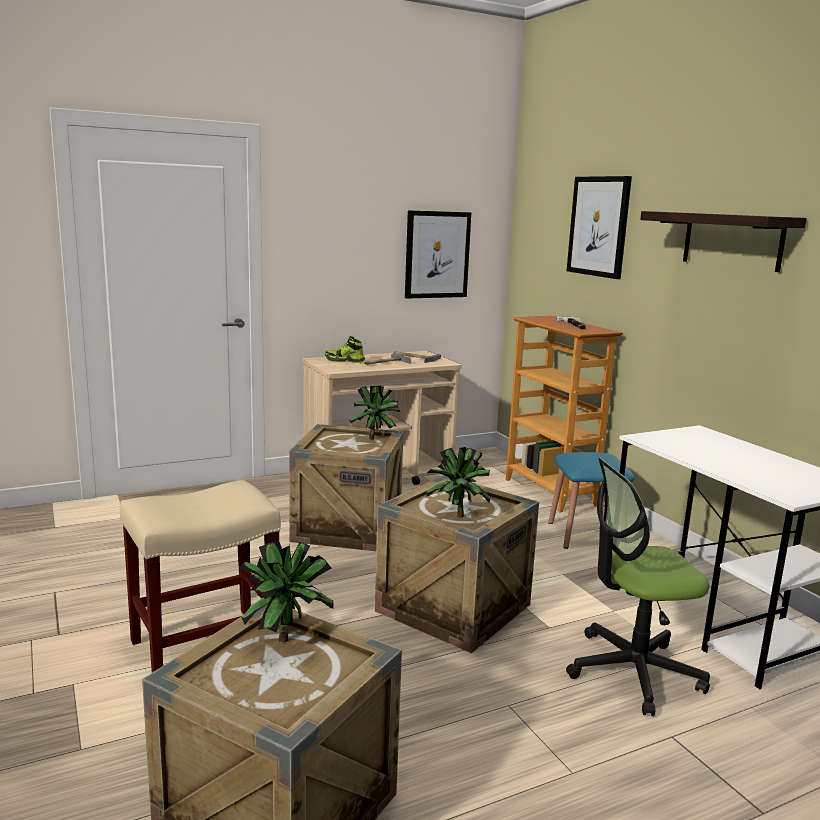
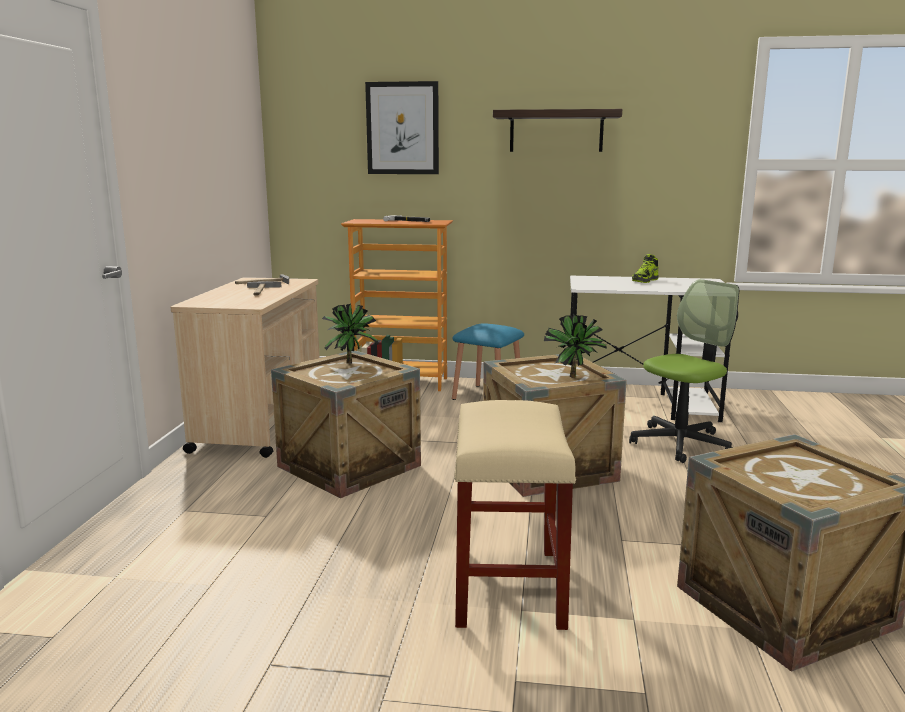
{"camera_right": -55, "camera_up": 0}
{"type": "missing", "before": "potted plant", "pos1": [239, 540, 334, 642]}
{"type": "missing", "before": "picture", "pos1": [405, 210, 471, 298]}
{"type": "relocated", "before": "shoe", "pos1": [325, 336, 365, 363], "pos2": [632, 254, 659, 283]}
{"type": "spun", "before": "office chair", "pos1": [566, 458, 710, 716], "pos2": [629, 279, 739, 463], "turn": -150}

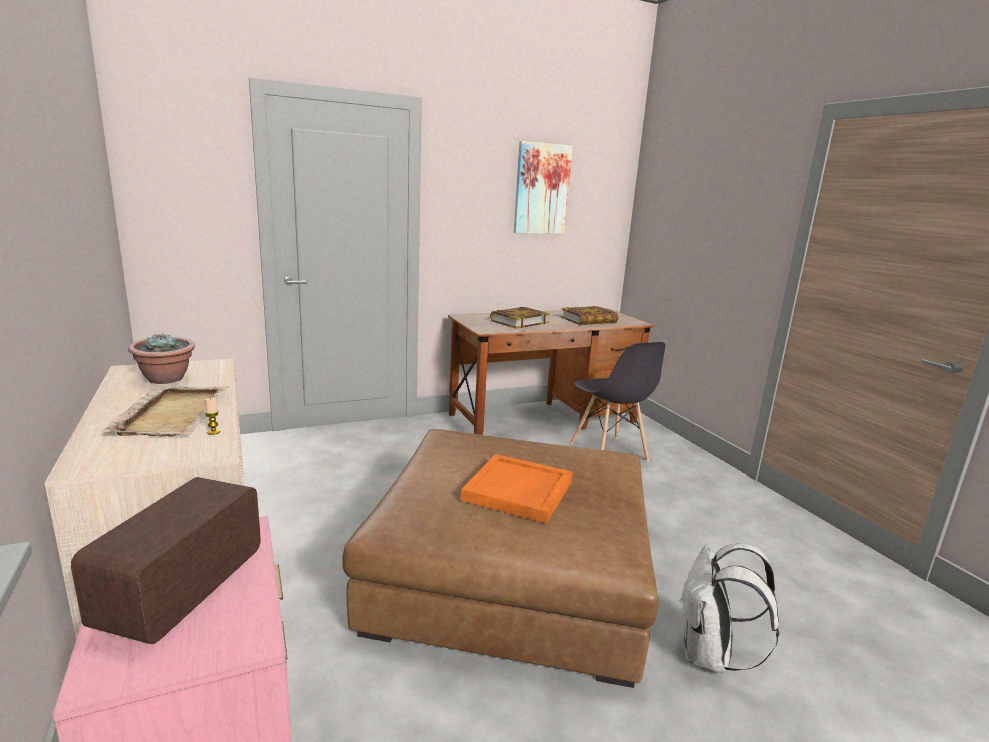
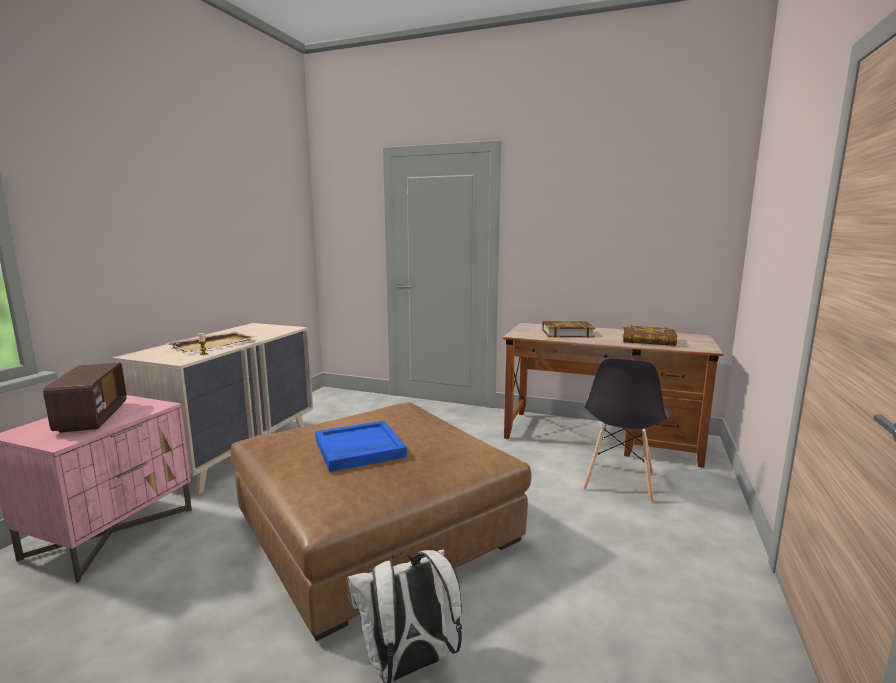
{"camera_right": 45, "camera_up": -5}
{"type": "missing", "before": "potted plant", "pos1": [128, 333, 195, 384]}
{"type": "missing", "before": "picture", "pos1": [514, 141, 573, 234]}
{"type": "colour", "before": "tray (orange)", "after": "tray (blue)", "pos1": [461, 454, 573, 523], "pos2": [315, 421, 407, 472]}
{"type": "spun", "before": "radio", "pos1": [71, 477, 261, 644], "pos2": [43, 363, 127, 433], "turn": 105}

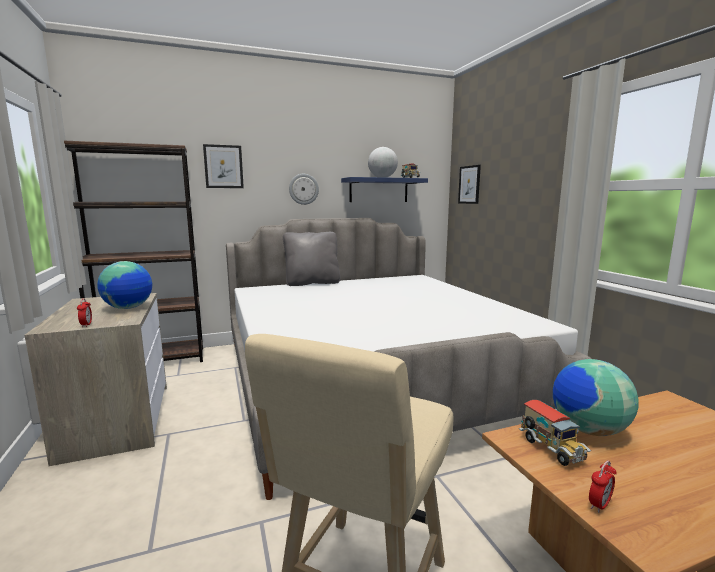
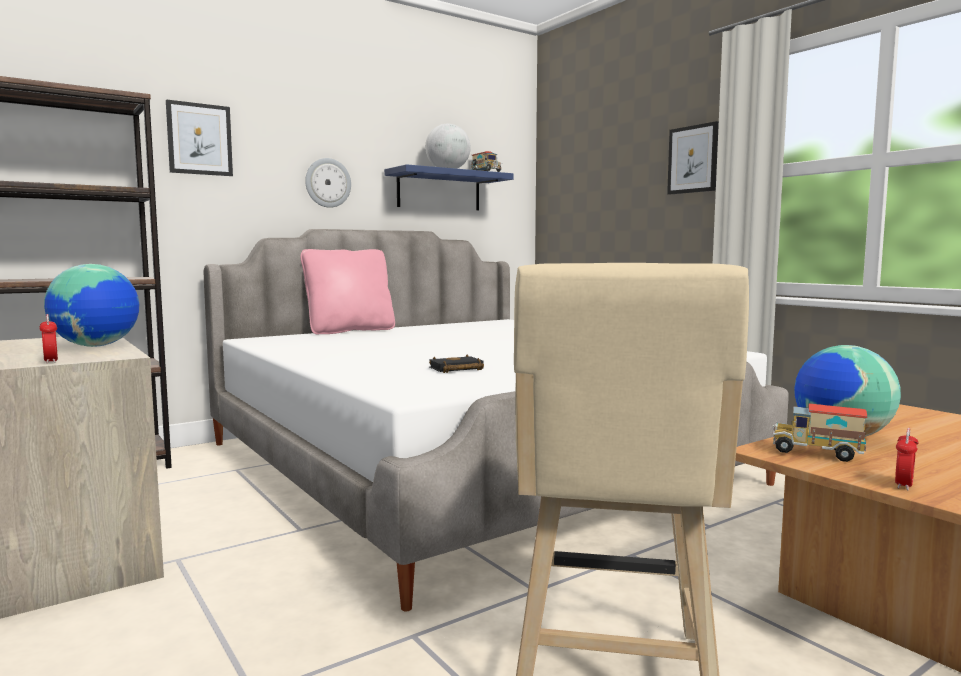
{"camera_right": -15, "camera_up": -5}
{"type": "appeared", "after": "book (black)", "pos2": [429, 354, 484, 373]}
{"type": "relocated", "before": "picture", "pos1": [458, 165, 481, 204], "pos2": [667, 121, 719, 195]}
{"type": "colour", "before": "pillow (grey)", "after": "pillow (pink)", "pos1": [283, 232, 340, 286], "pos2": [300, 249, 395, 335]}
{"type": "spun", "before": "toy truck", "pos1": [519, 400, 591, 466], "pos2": [773, 404, 867, 462], "turn": 150}

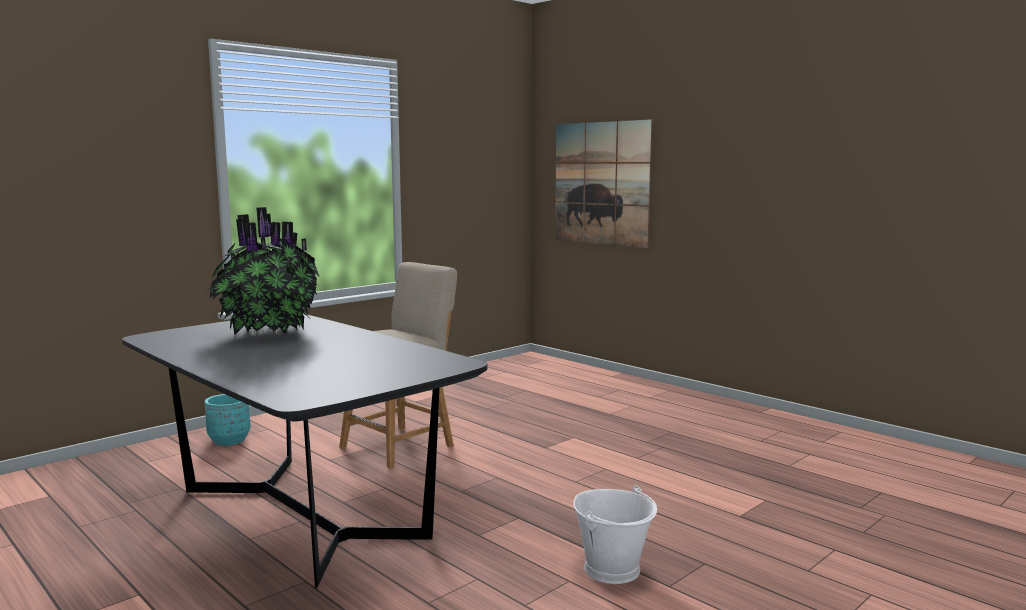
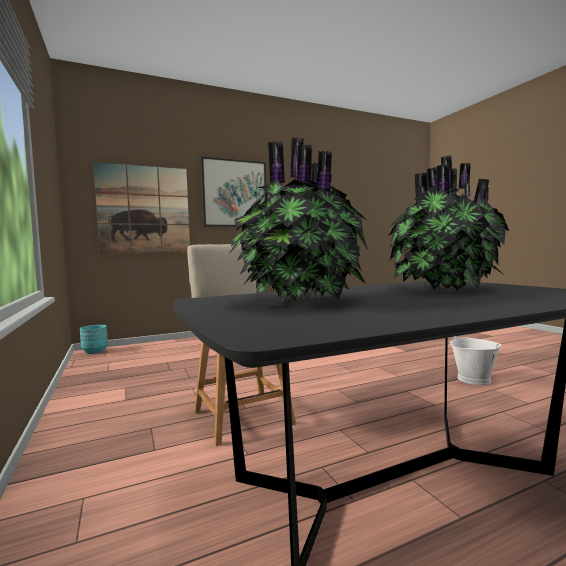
{"camera_right": -70, "camera_up": -5}
{"type": "appeared", "after": "picture", "pos2": [201, 157, 266, 227]}
{"type": "appeared", "after": "potted plant", "pos2": [388, 155, 509, 292]}
{"type": "relocated", "before": "planter (turquoise)", "pos1": [205, 394, 251, 446], "pos2": [80, 325, 108, 354]}

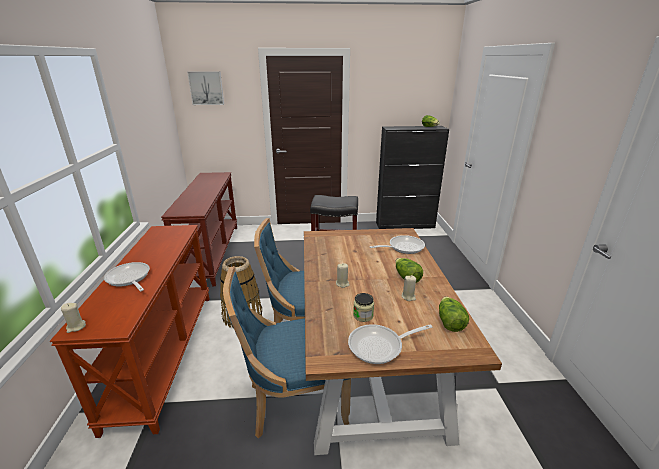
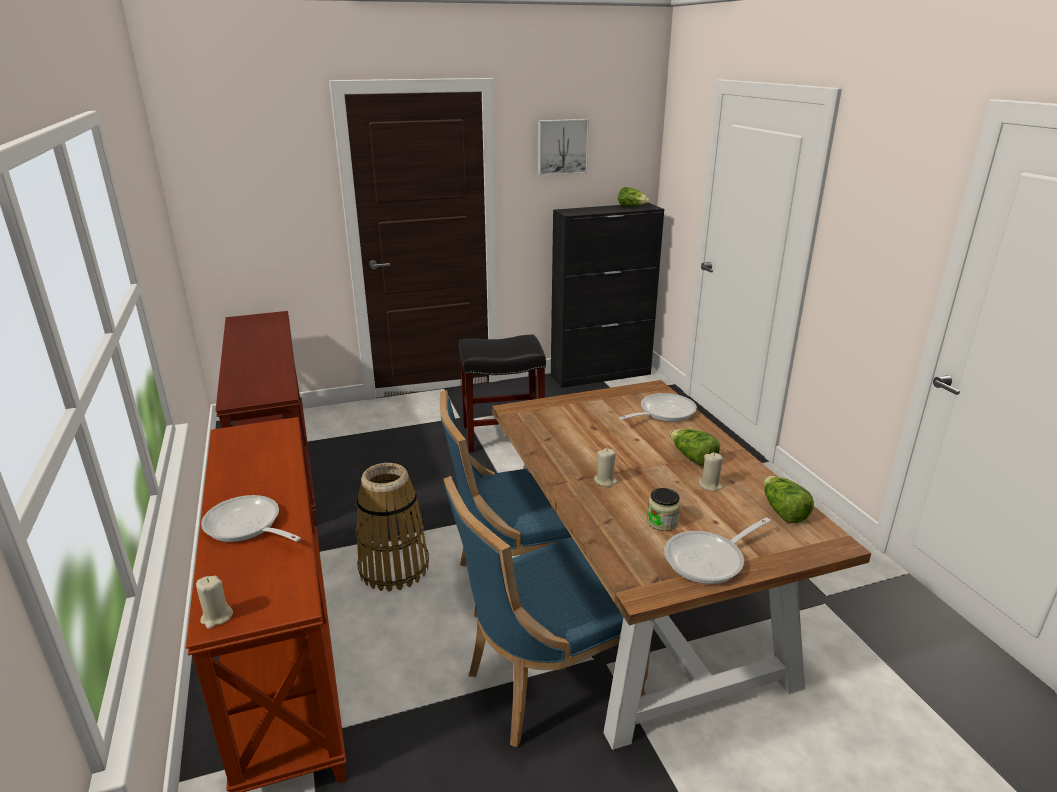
{"camera_right": -15, "camera_up": 0}
{"type": "relocated", "before": "picture", "pos1": [187, 71, 224, 105], "pos2": [538, 119, 589, 176]}

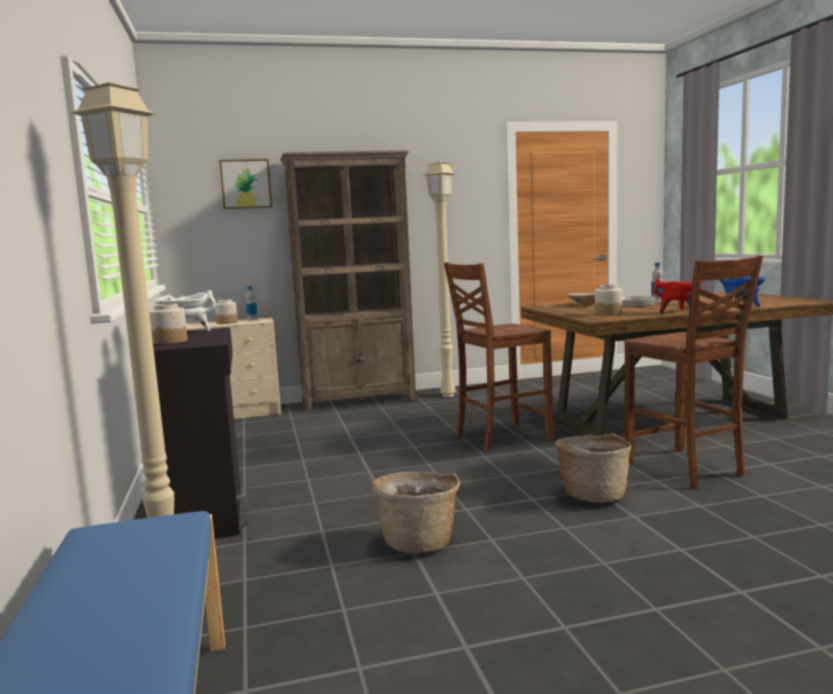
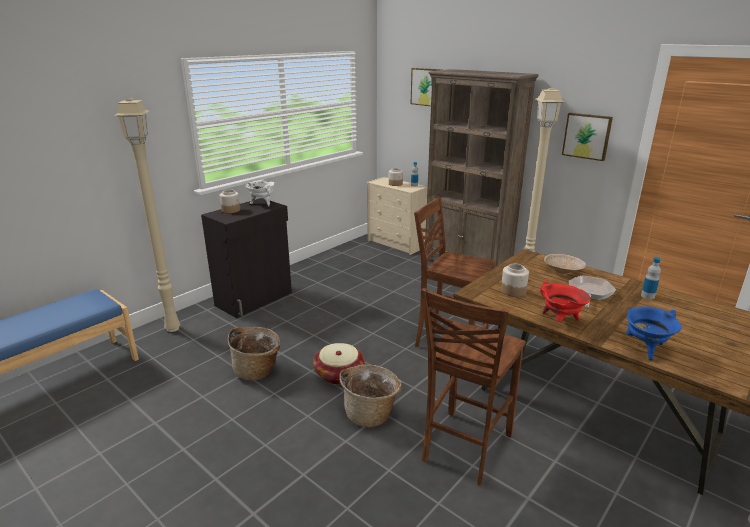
{"camera_right": 55, "camera_up": 15}
{"type": "appeared", "after": "basket", "pos2": [313, 343, 365, 385]}
{"type": "appeared", "after": "picture", "pos2": [562, 113, 613, 161]}

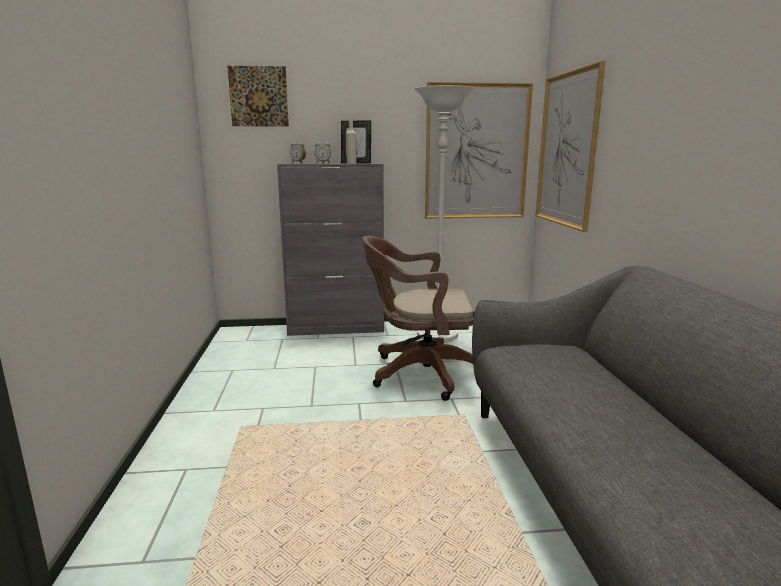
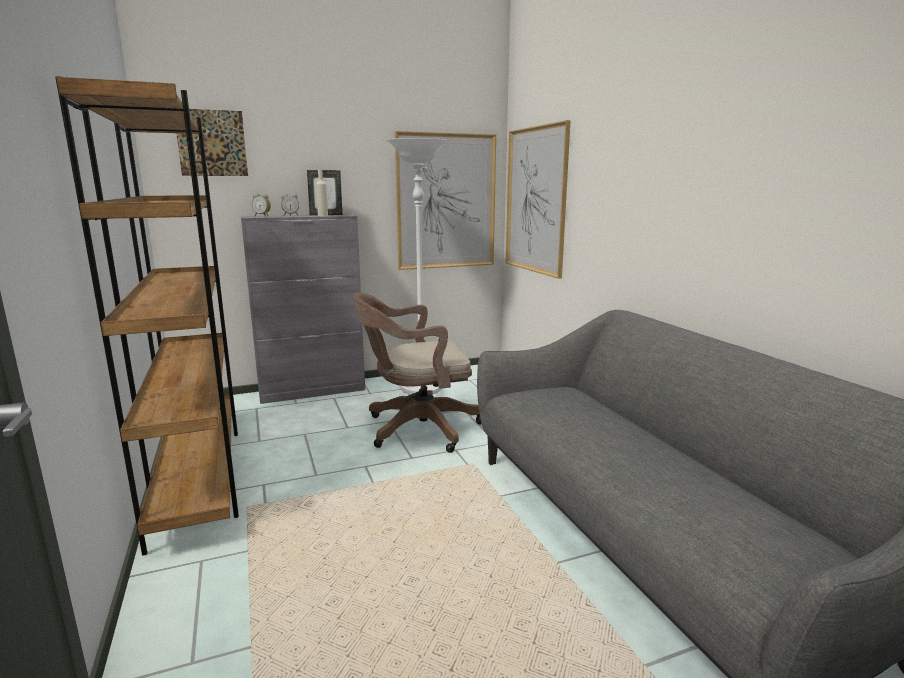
{"camera_right": -15, "camera_up": 0}
{"type": "appeared", "after": "bookcase (brown)", "pos2": [55, 76, 239, 556]}

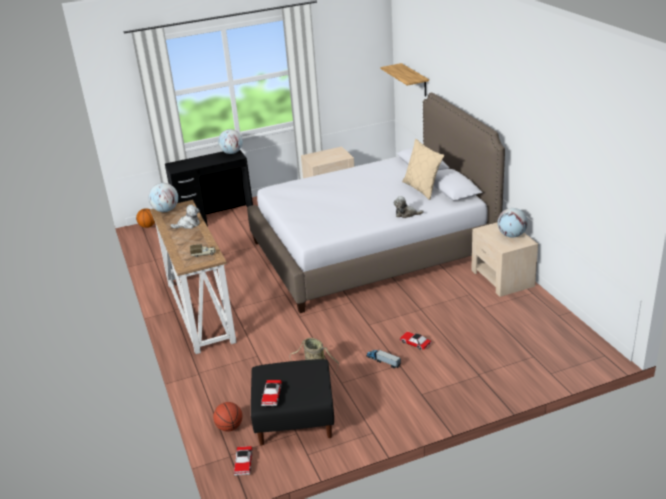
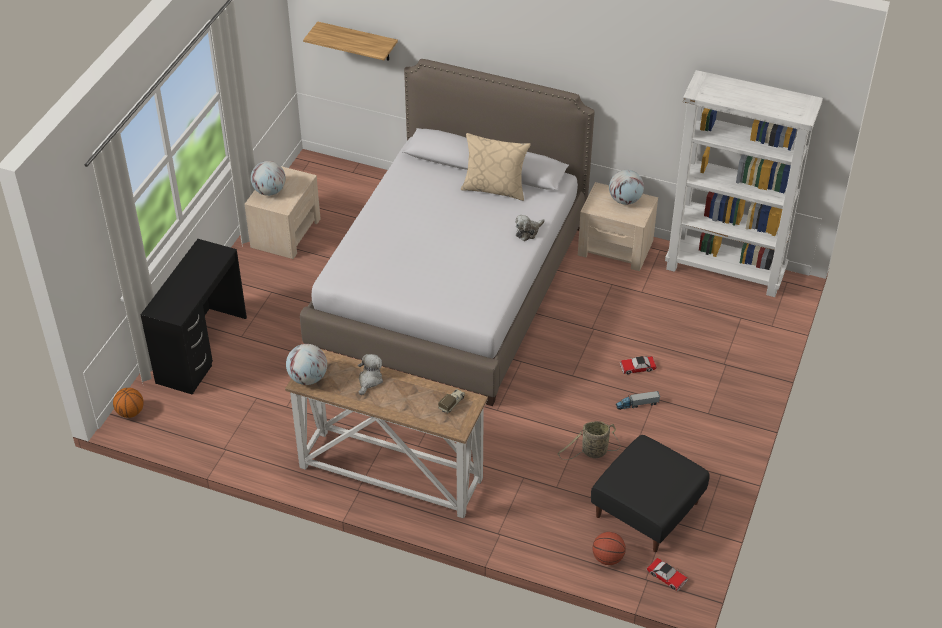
{"camera_right": -50, "camera_up": 15}
{"type": "missing", "before": "toy car", "pos1": [261, 380, 282, 406]}
{"type": "appeared", "after": "bookcase (white)", "pos2": [665, 70, 823, 297]}
{"type": "relocated", "before": "globe", "pos1": [218, 129, 243, 154], "pos2": [251, 161, 286, 196]}

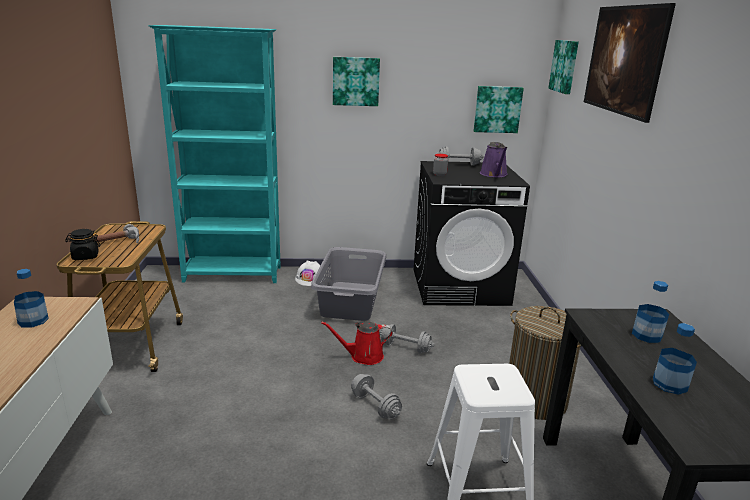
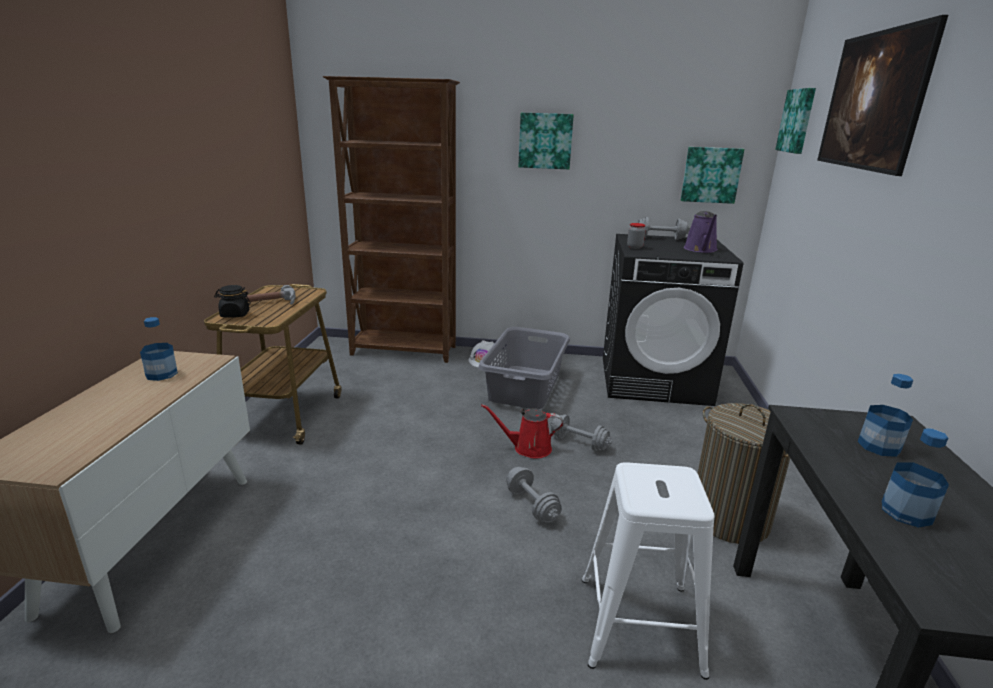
{"camera_right": 10, "camera_up": 0}
{"type": "colour", "before": "bookcase (turquoise)", "after": "bookcase (brown)", "pos1": [148, 25, 281, 283], "pos2": [323, 76, 460, 363]}

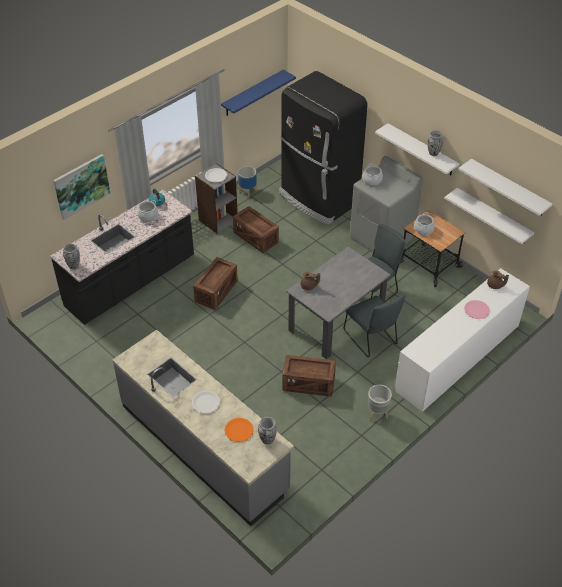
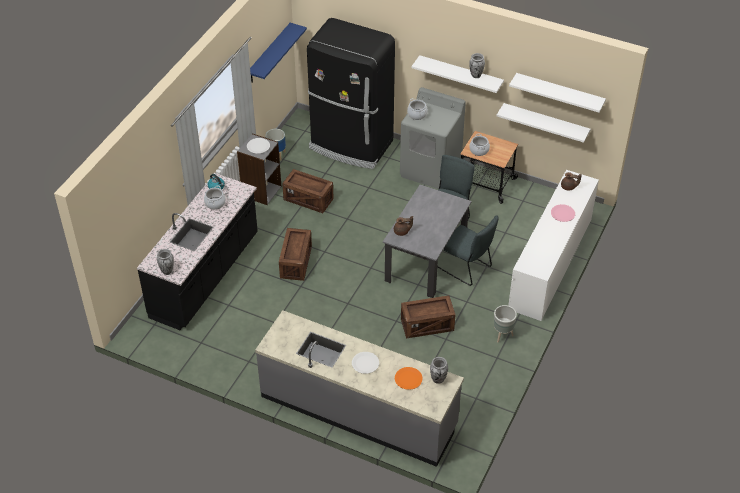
{"camera_right": -20, "camera_up": 0}
{"type": "missing", "before": "picture", "pos1": [53, 154, 111, 220]}

